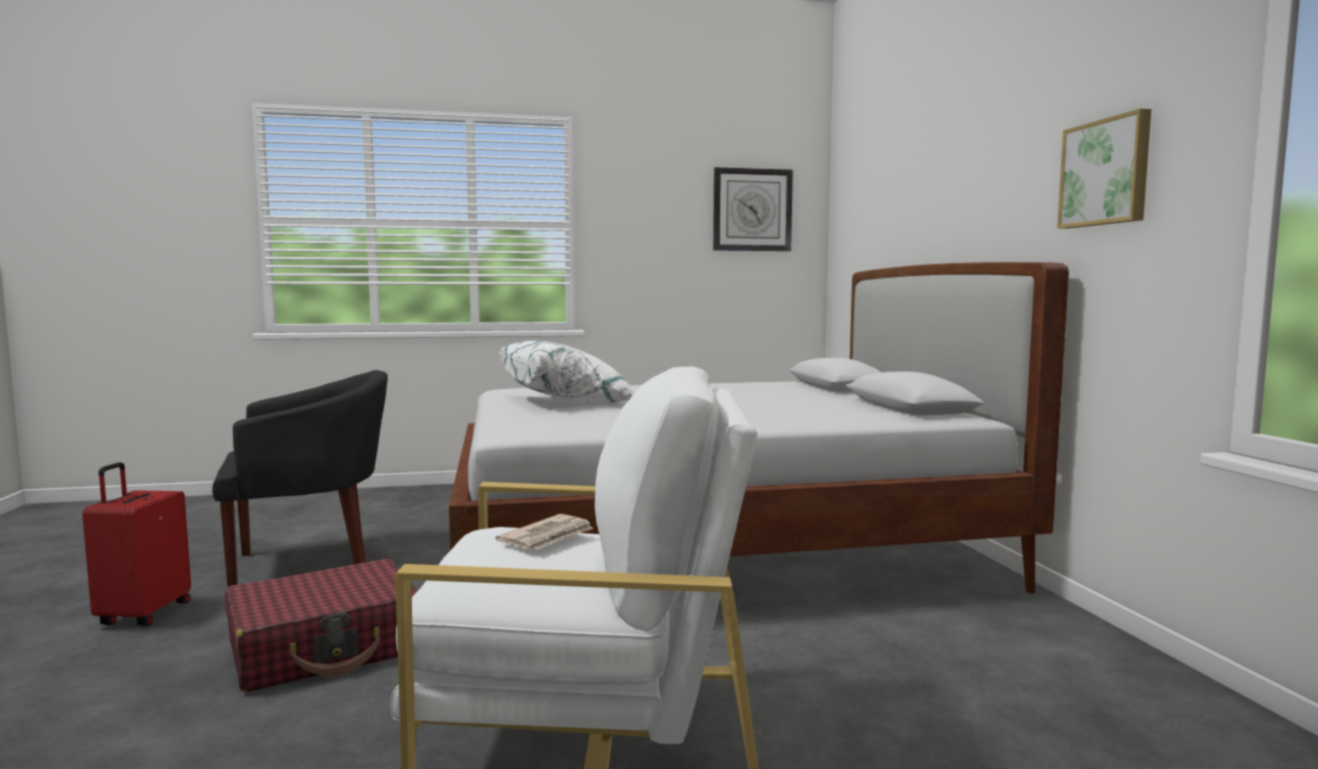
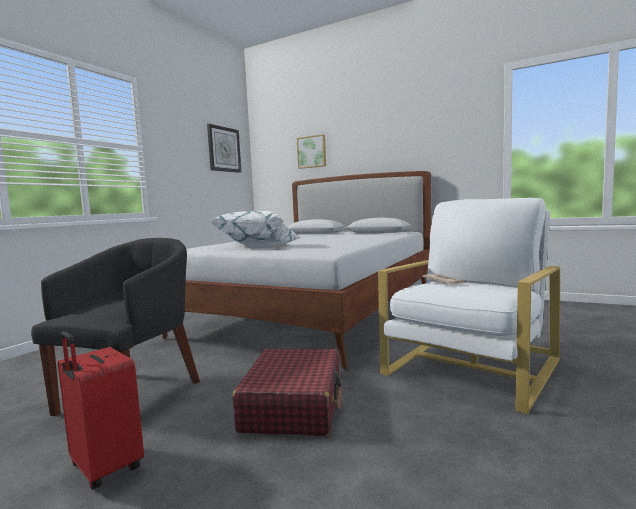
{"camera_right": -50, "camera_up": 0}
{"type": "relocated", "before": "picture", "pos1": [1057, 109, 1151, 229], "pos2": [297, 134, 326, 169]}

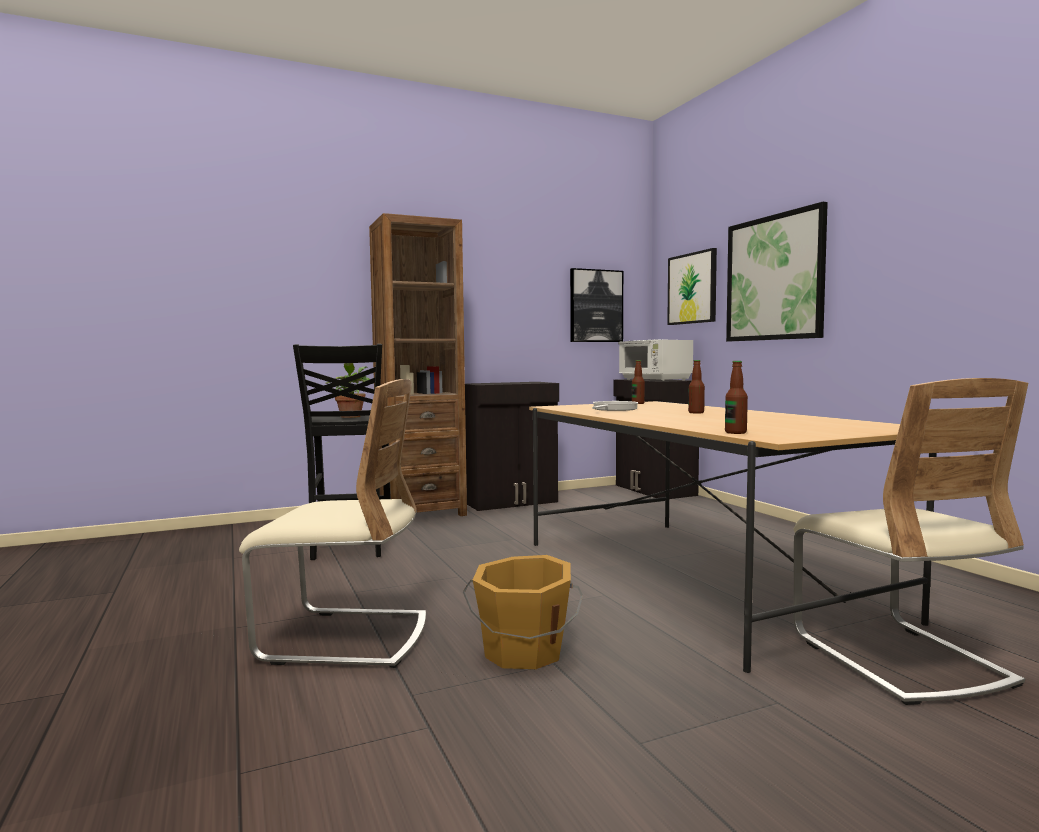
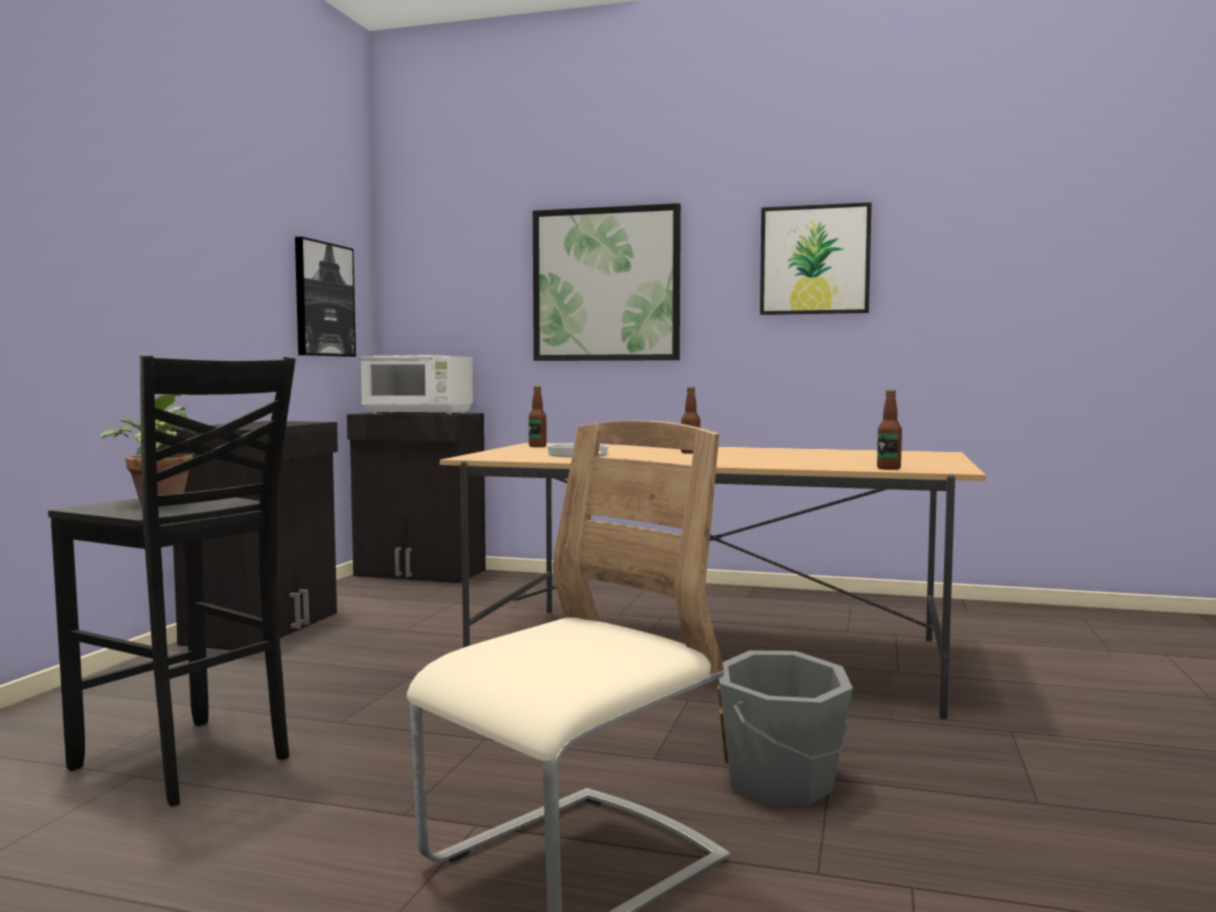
{"camera_right": -50, "camera_up": 0}
{"type": "missing", "before": "bookcase (brown)", "pos1": [369, 213, 467, 516]}
{"type": "missing", "before": "chair (beige)", "pos1": [793, 378, 1028, 705]}
{"type": "relocated", "before": "picture", "pos1": [667, 248, 717, 325], "pos2": [760, 202, 872, 315]}
{"type": "colour", "before": "bucket (orange)", "after": "bucket (grey)", "pos1": [463, 555, 583, 669], "pos2": [718, 650, 853, 805]}

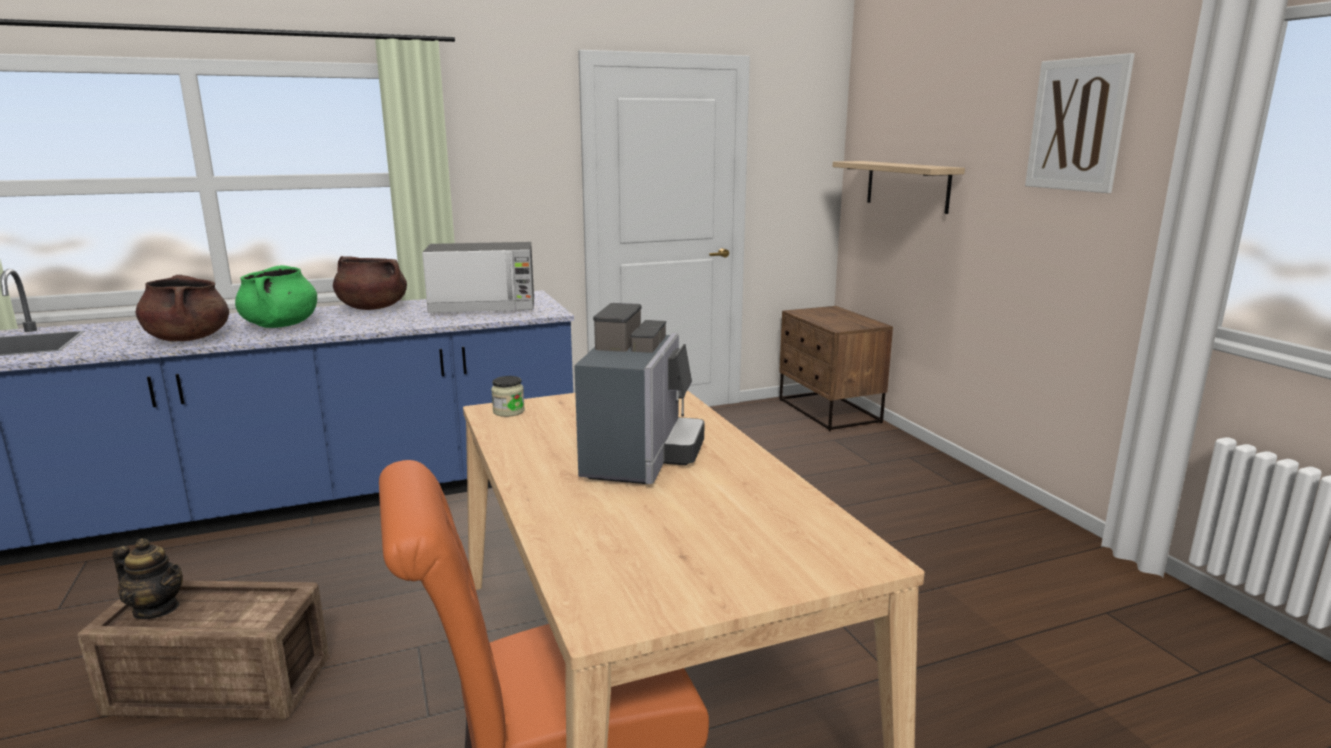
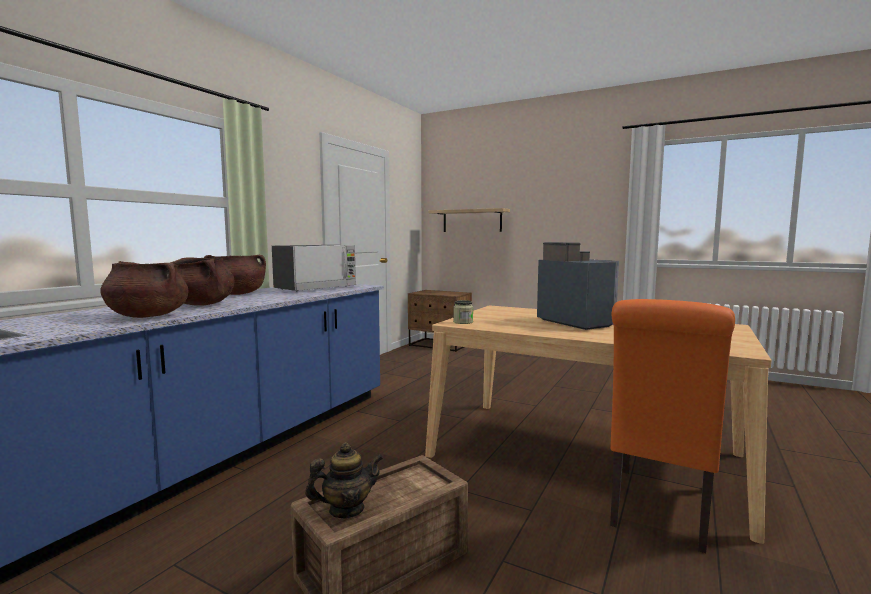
{"camera_right": -40, "camera_up": -10}
{"type": "missing", "before": "picture", "pos1": [1025, 53, 1135, 193]}
{"type": "colour", "before": "cooking pot (green)", "after": "cooking pot (brown)", "pos1": [235, 265, 317, 328], "pos2": [170, 257, 235, 306]}

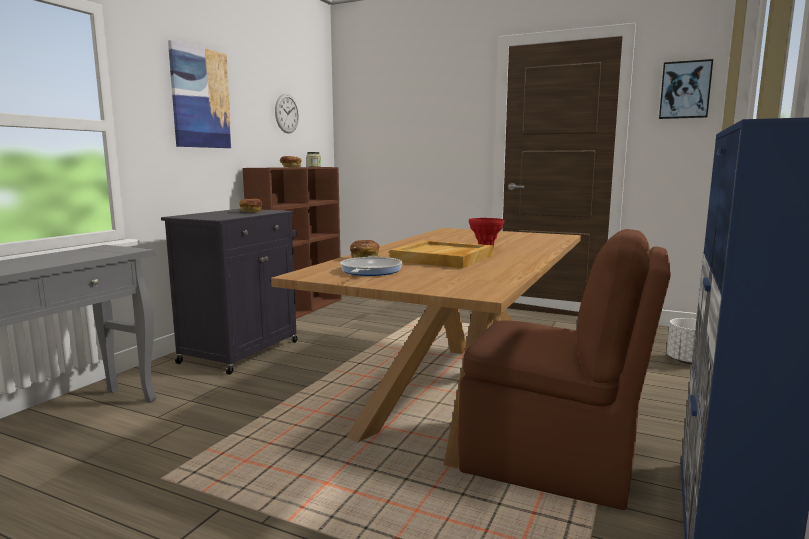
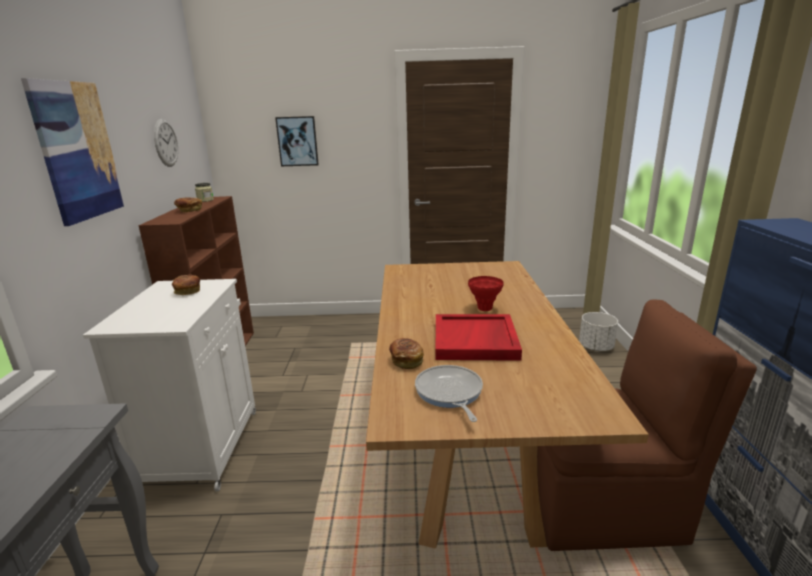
{"camera_right": -25, "camera_up": 10}
{"type": "relocated", "before": "picture", "pos1": [659, 59, 713, 119], "pos2": [275, 116, 319, 166]}
{"type": "colour", "before": "cabinet (black)", "after": "cabinet (white)", "pos1": [161, 209, 298, 375], "pos2": [83, 279, 256, 491]}
{"type": "colour", "before": "tray (beige)", "after": "tray (red)", "pos1": [389, 240, 493, 268], "pos2": [436, 314, 522, 361]}

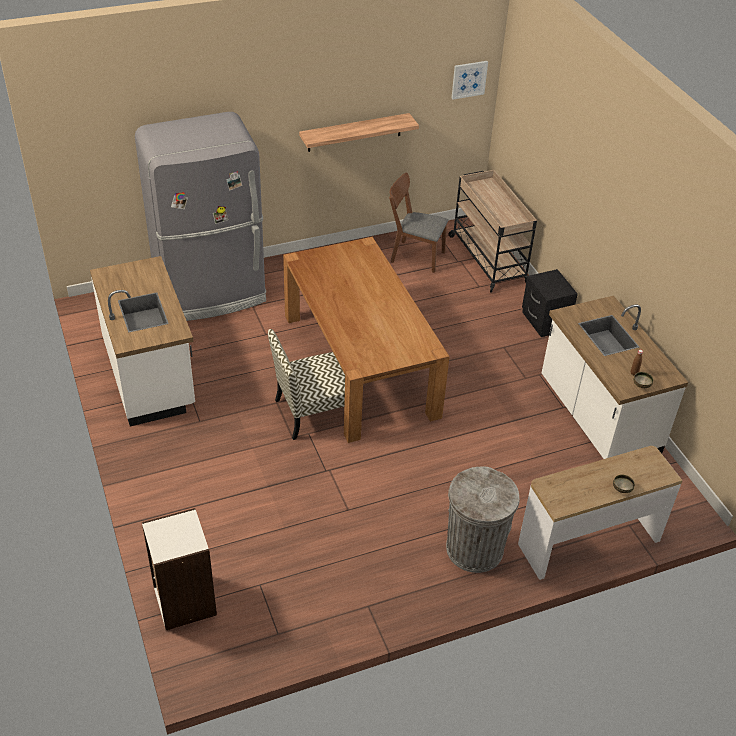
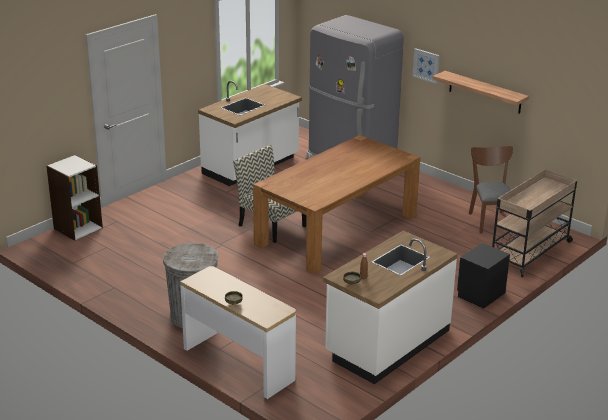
{"camera_right": 65, "camera_up": -15}
{"type": "relocated", "before": "picture", "pos1": [452, 61, 488, 99], "pos2": [413, 48, 440, 84]}

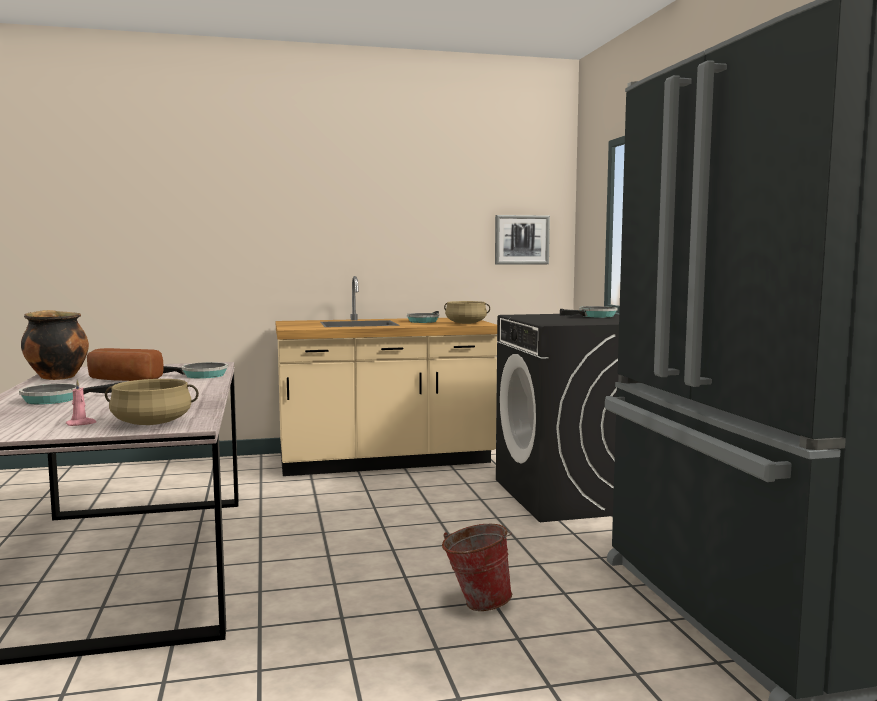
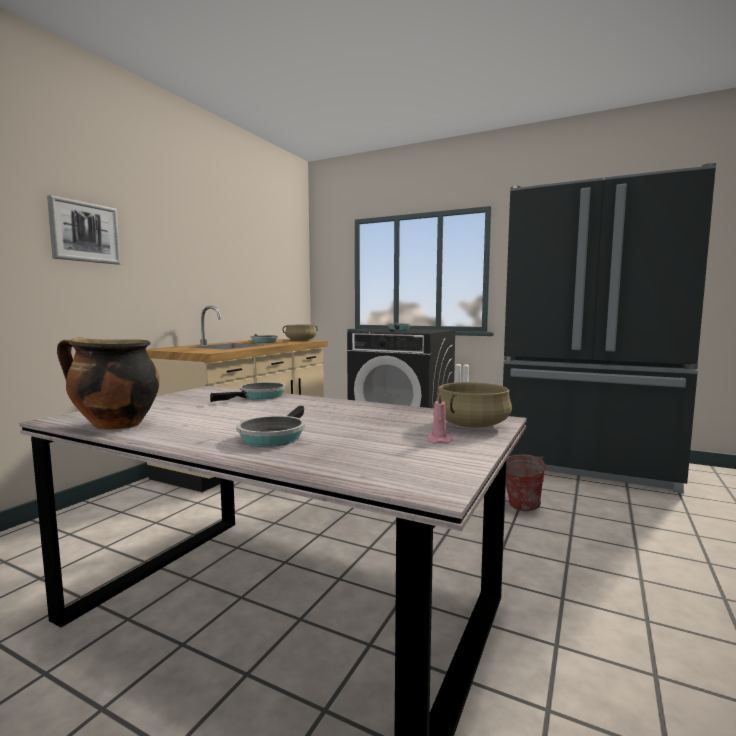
{"camera_right": -50, "camera_up": 0}
{"type": "missing", "before": "bread", "pos1": [87, 348, 164, 381]}
{"type": "relocated", "before": "picture", "pos1": [495, 215, 550, 265], "pos2": [47, 195, 121, 265]}

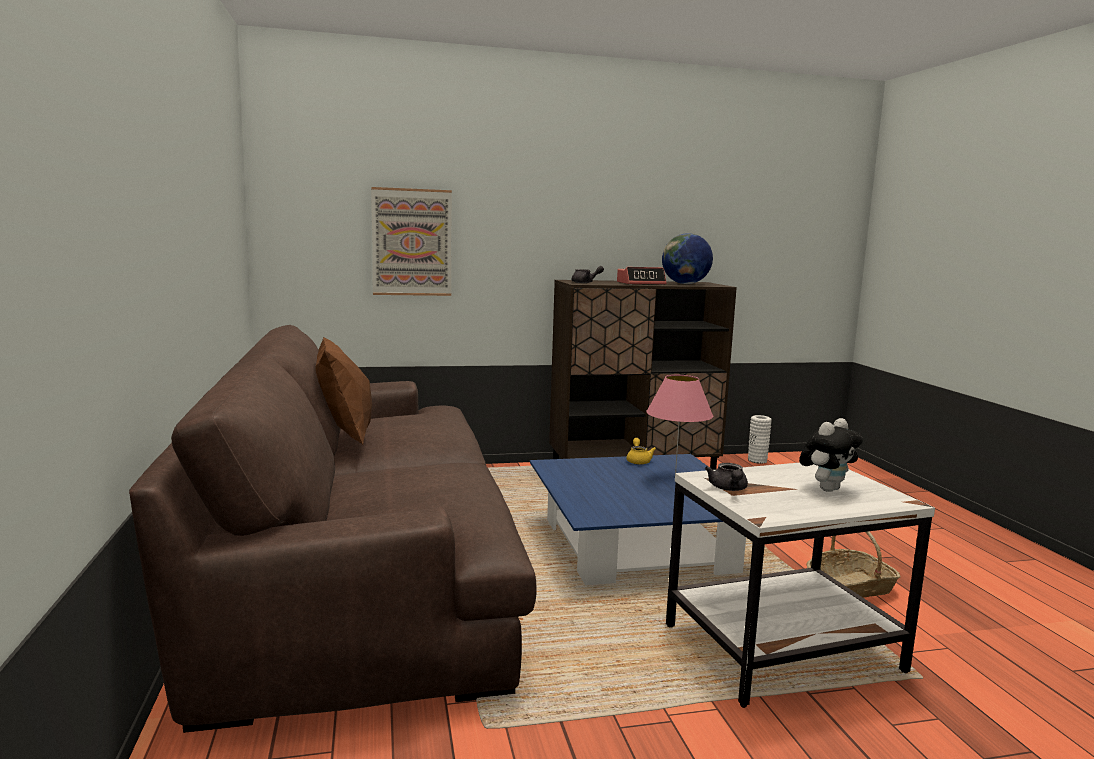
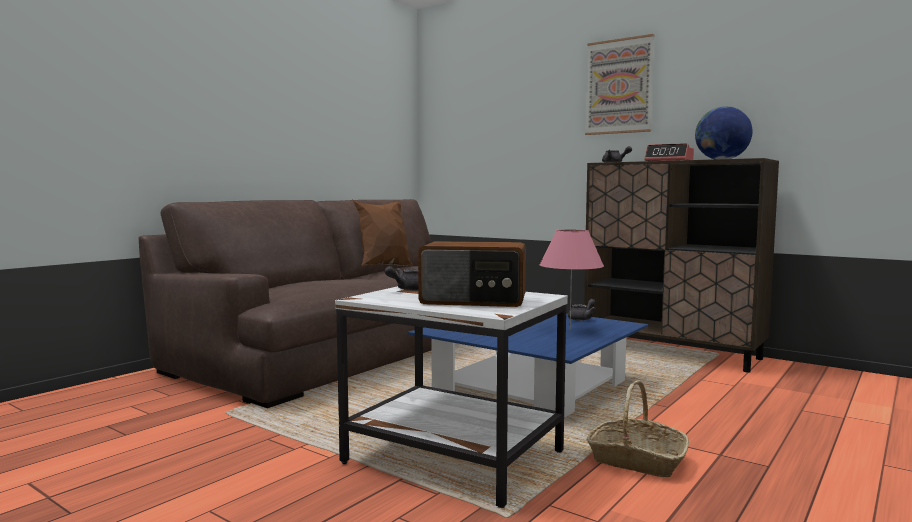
{"camera_right": 50, "camera_up": -5}
{"type": "missing", "before": "vase (white)", "pos1": [748, 415, 772, 464]}
{"type": "relocated", "before": "picture", "pos1": [371, 187, 452, 296], "pos2": [585, 34, 654, 135]}
{"type": "exchanged", "before": "plush toy", "after": "radio", "pos1": [799, 418, 863, 492], "pos2": [418, 241, 526, 307]}
{"type": "colour", "before": "teapot (yellow)", "after": "teapot (grey)", "pos1": [627, 438, 656, 464], "pos2": [568, 299, 596, 321]}

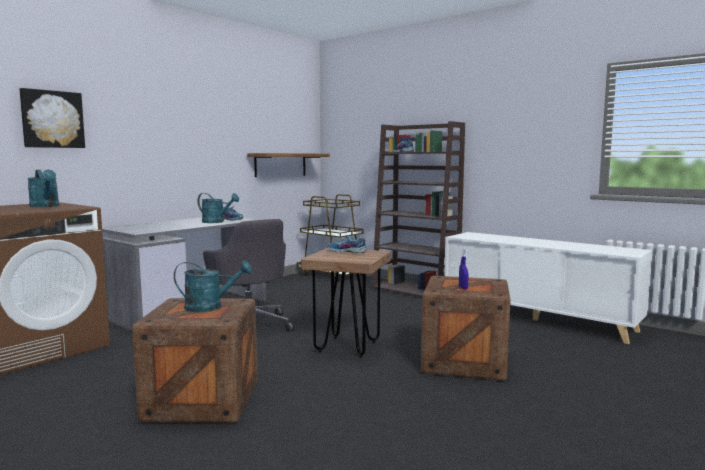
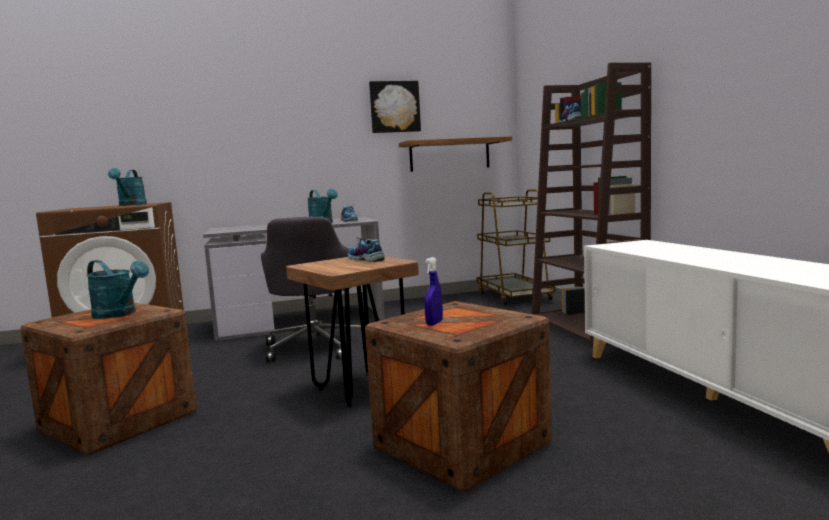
{"camera_right": 35, "camera_up": 0}
{"type": "relocated", "before": "picture", "pos1": [20, 88, 85, 148], "pos2": [369, 81, 421, 133]}

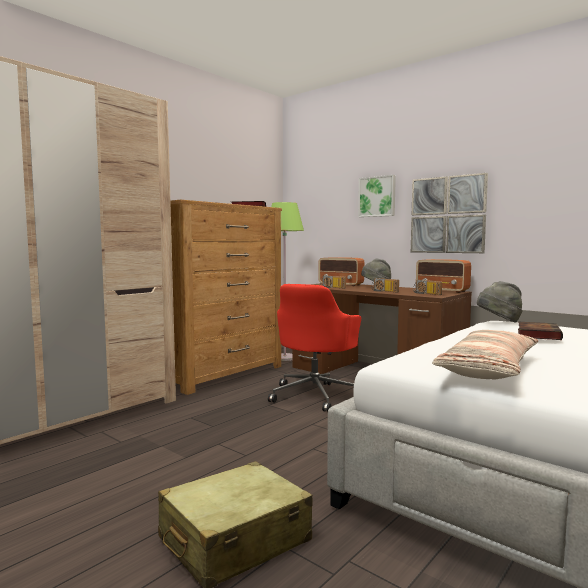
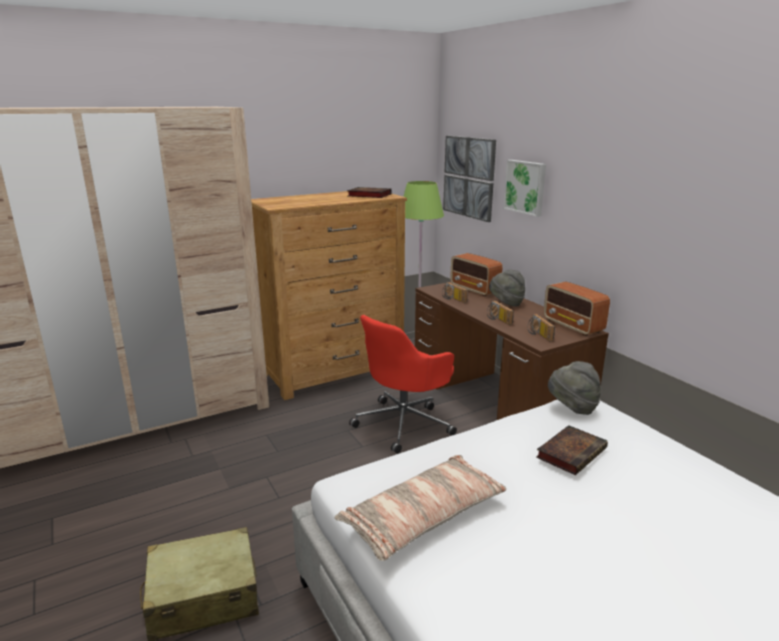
{"camera_right": 20, "camera_up": 15}
{"type": "relocated", "before": "picture", "pos1": [411, 173, 488, 253], "pos2": [443, 136, 496, 222]}

